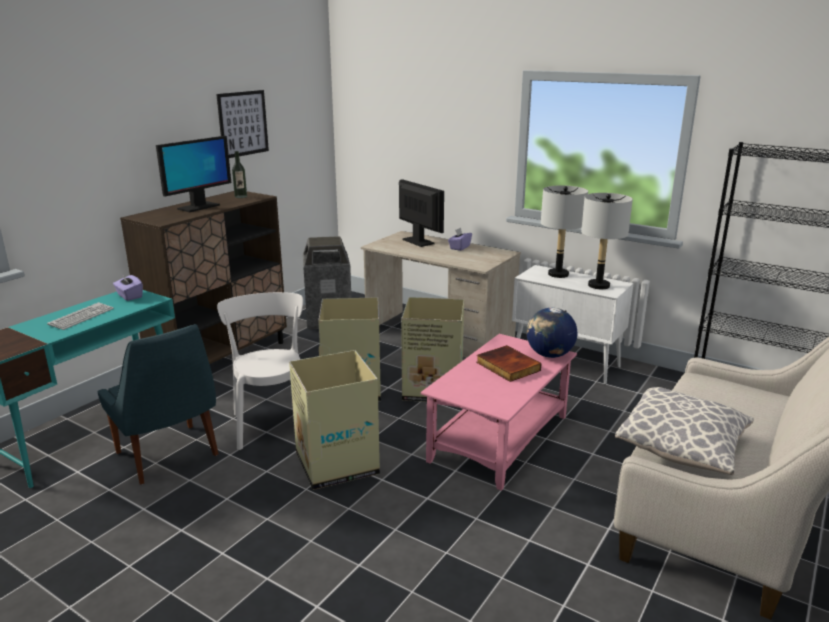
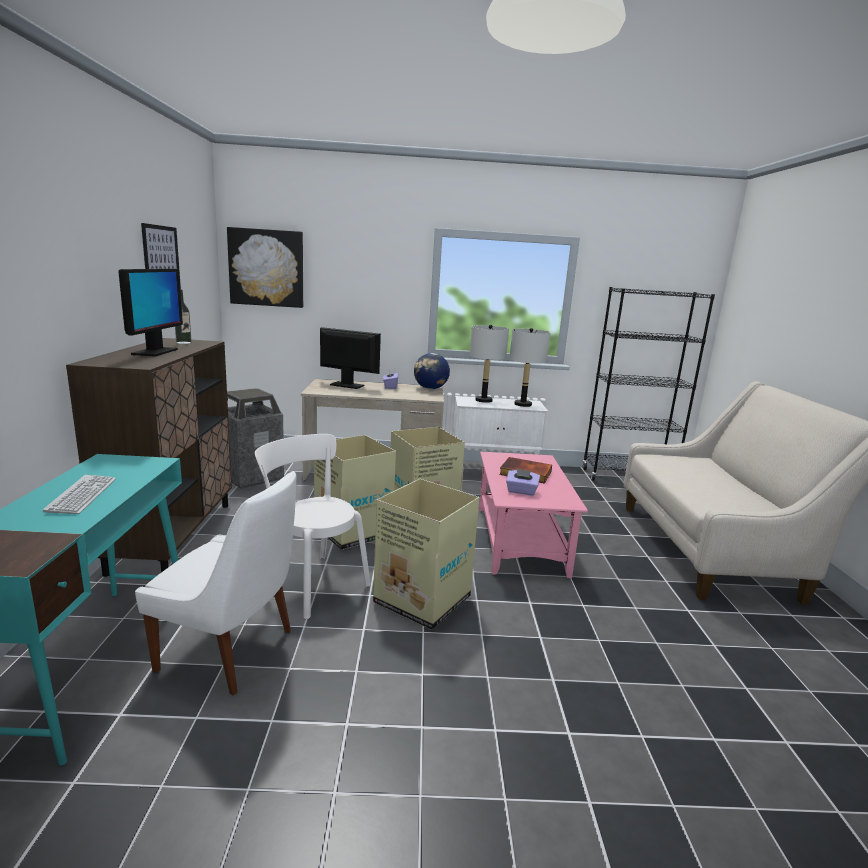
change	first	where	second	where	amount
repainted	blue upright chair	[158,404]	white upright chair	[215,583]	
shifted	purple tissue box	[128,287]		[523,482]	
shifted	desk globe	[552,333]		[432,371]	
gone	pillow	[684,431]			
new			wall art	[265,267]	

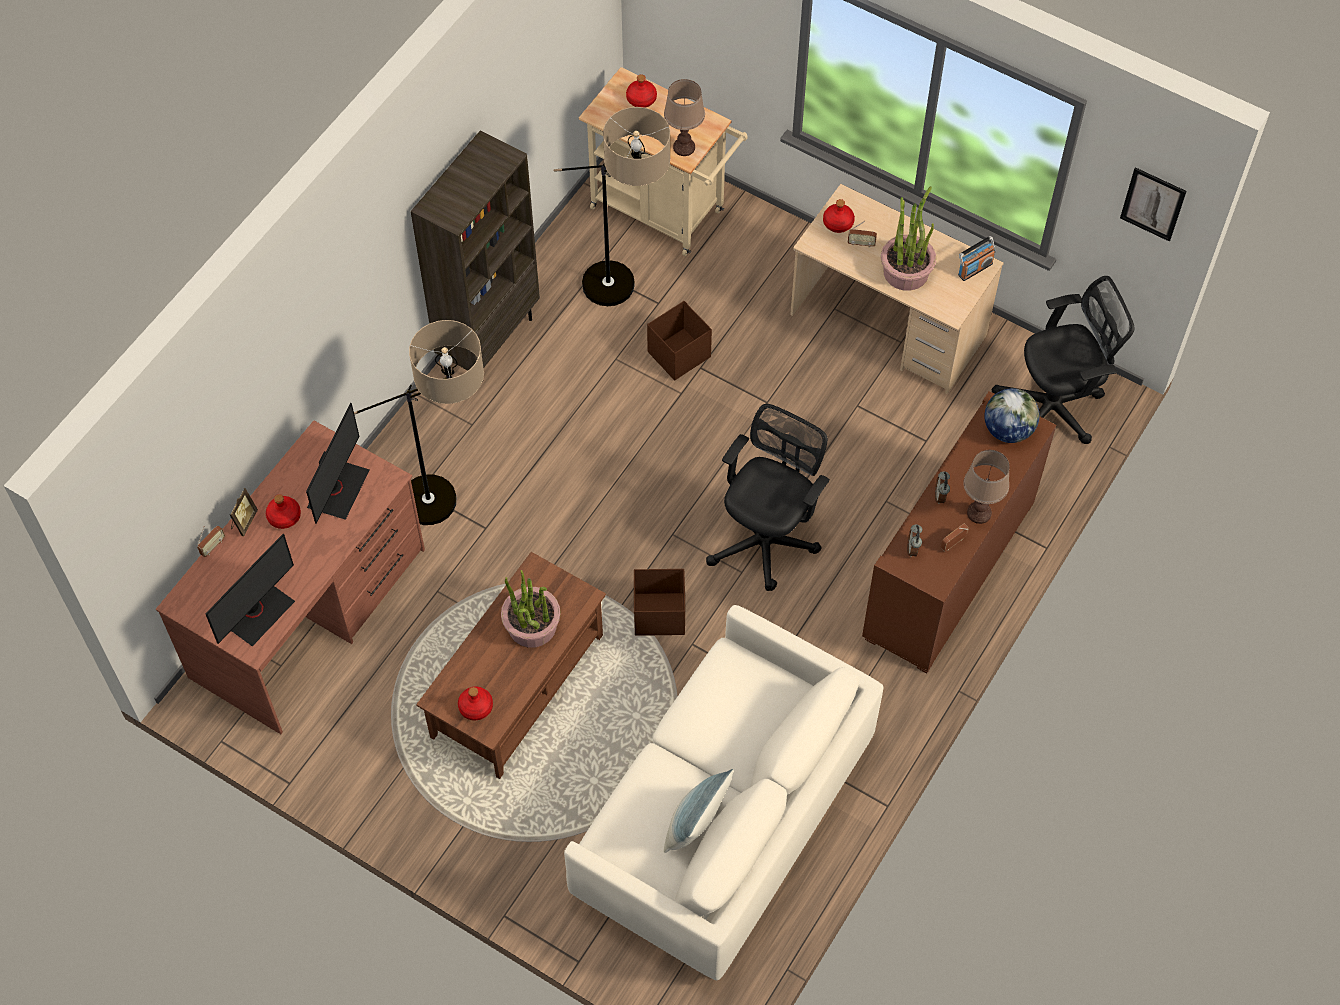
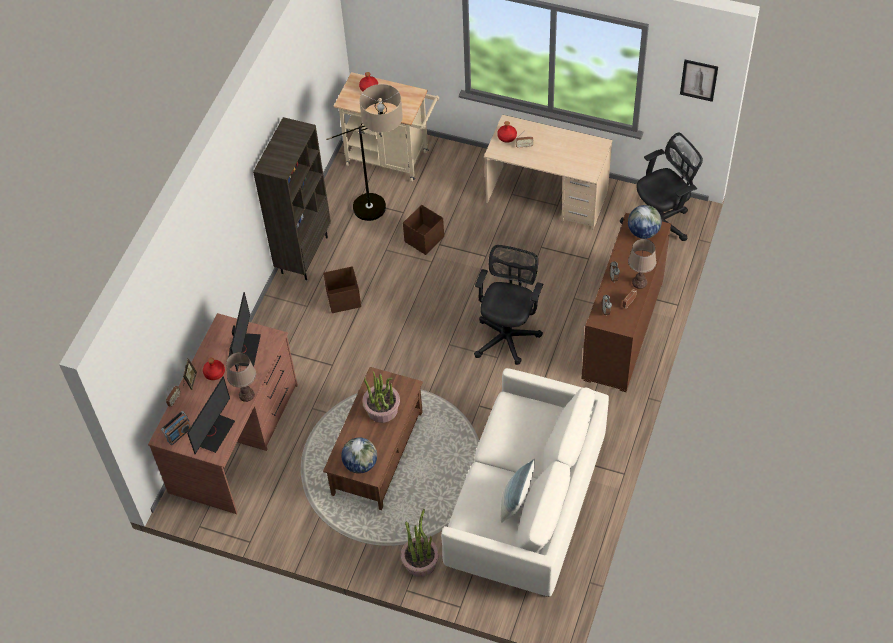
change	first	where	second	where	amount
gone	floor lamp	[419,422]			
swapped	red-coloured bottle	[475,703]	desk globe	[359,456]	
shifted	brownish storage box	[659,602]		[342,289]	
shifted	brownish lamp for a table	[684,117]		[241,377]	
shifted	houseplant	[908,238]		[420,543]	
shifted	radio set	[976,258]		[176,428]	

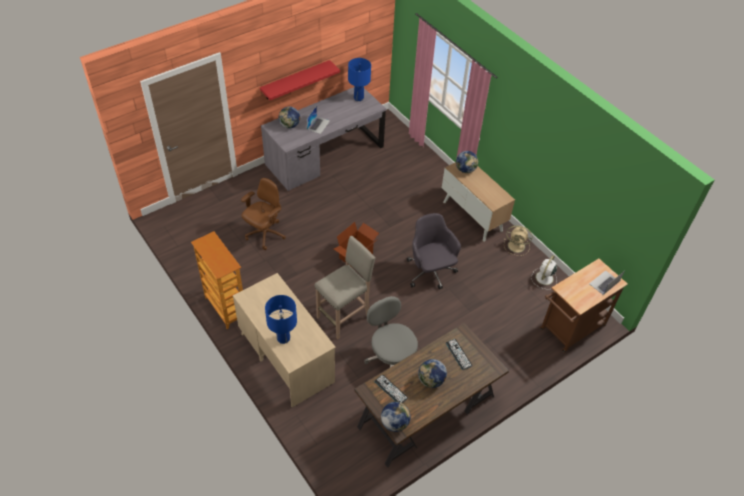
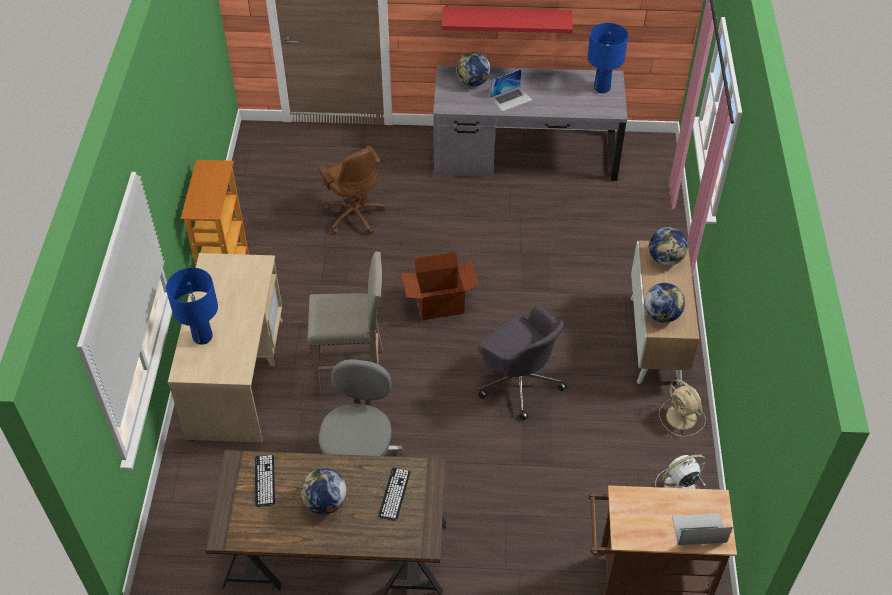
change	first	where	second	where	amount
rotated	brownish computer chair	[263,214]		[351,190]	75 degrees clockwise
shifted	desk globe	[396,417]		[664,303]	
rotated	grey computer chair	[434,251]		[522,362]	120 degrees clockwise

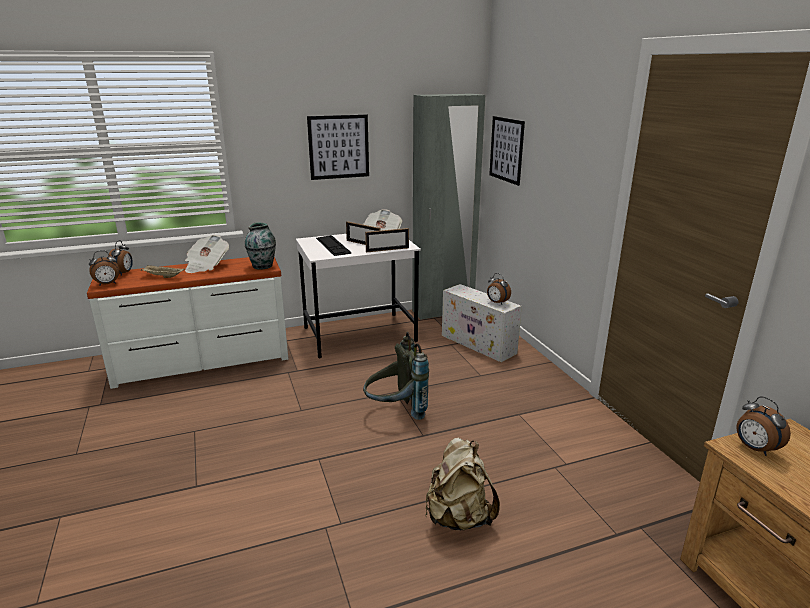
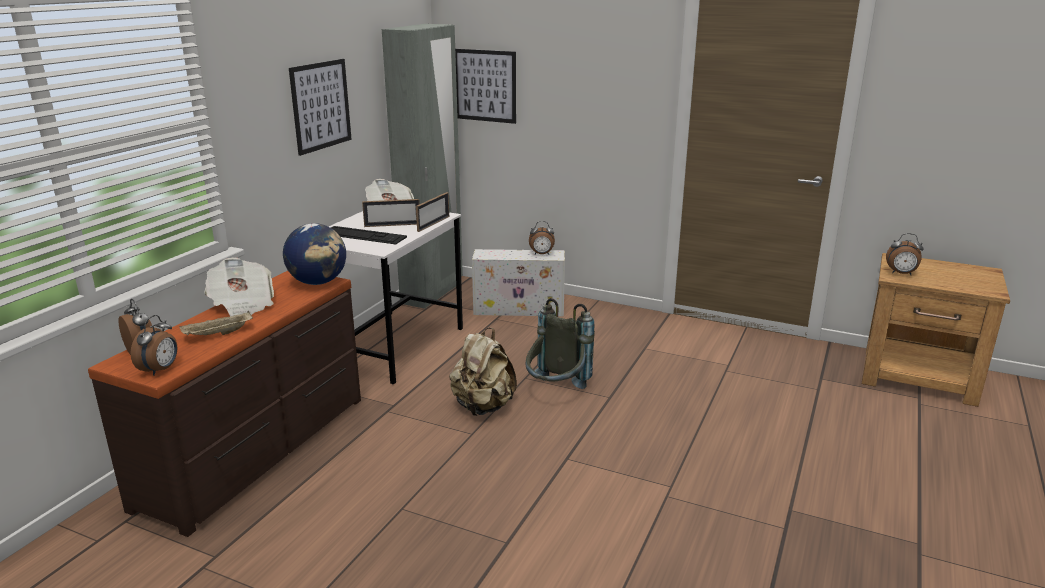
change	first	where	second	where	amount
repainted	white drawer chest	[187,323]	brownish drawer chest	[224,404]	
swapped	decorative vase	[260,246]	desk globe	[314,254]	
shifted	beige rucksack	[463,484]		[483,372]	

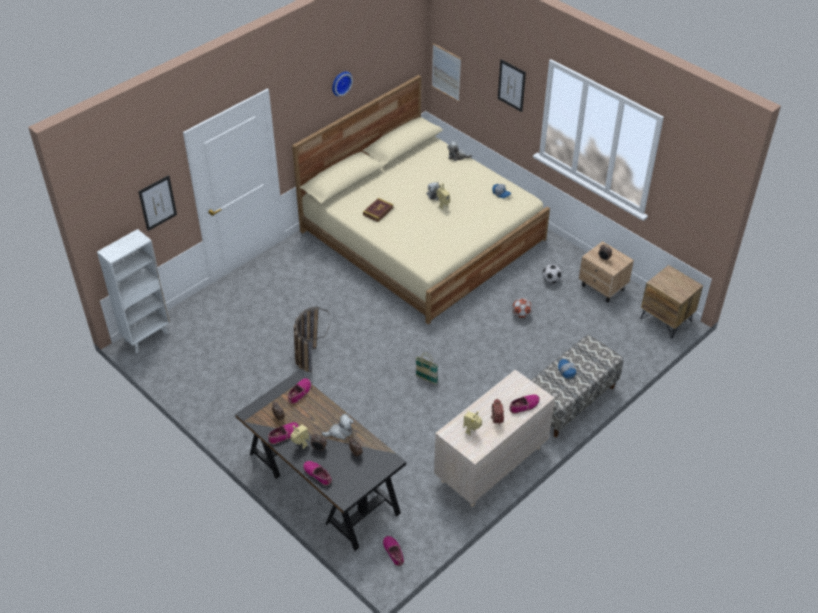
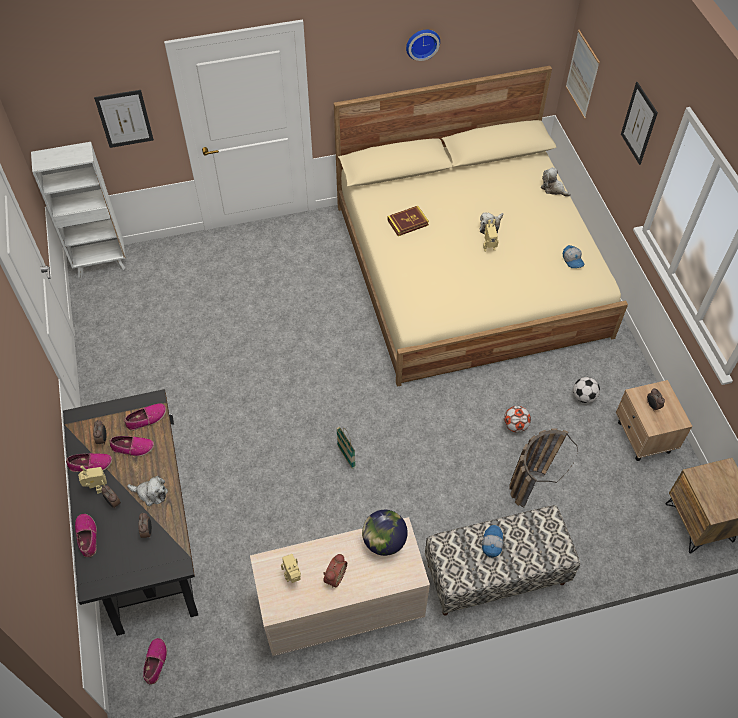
change	first	where	second	where	amount
shifted	basket	[312,339]		[543,468]	
shifted	shoe	[524,404]		[131,446]	
new			desk globe	[385,533]	

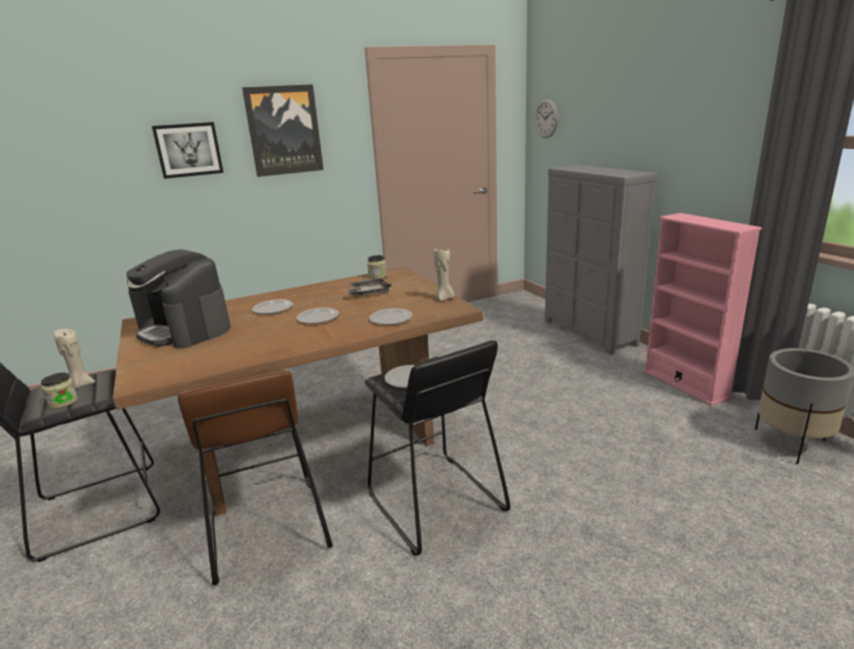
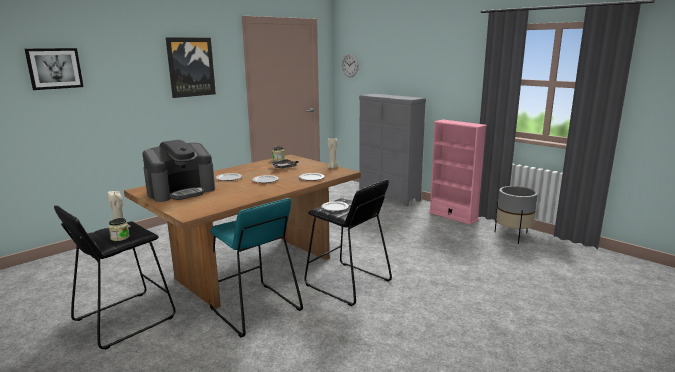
change	first	where	second	where	amount
rotated	coffee maker	[178,299]		[178,171]	60 degrees counterclockwise
shifted	wall art	[188,150]		[54,69]	
repainted	brownish stool	[255,477]	blue-green stool	[256,268]	

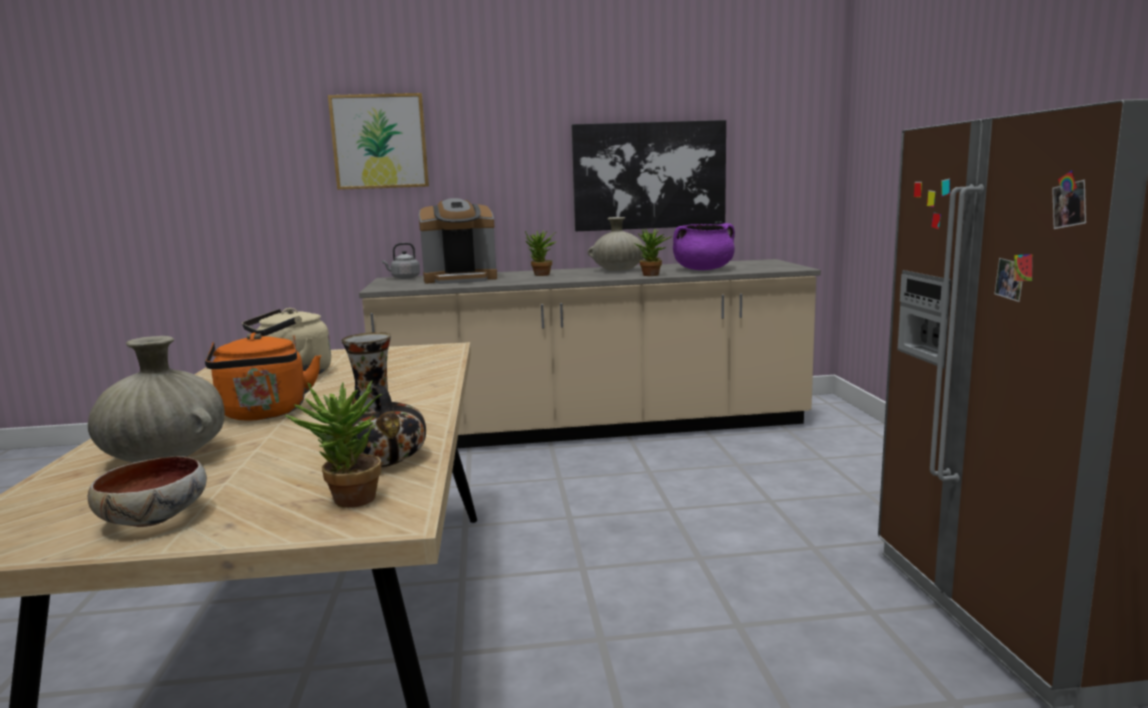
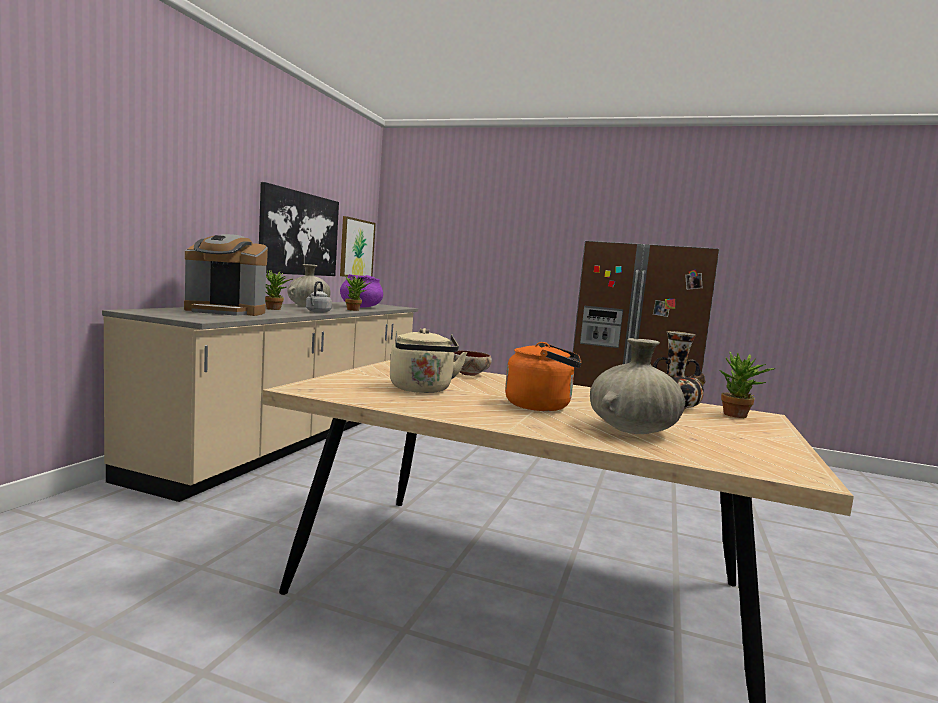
change	first	where	second	where	amount
shifted	bowl	[147,491]		[472,363]	
shifted	wall art	[378,141]		[358,246]	
shifted	grey kettle	[401,261]		[319,297]	
rotated	coffee maker	[458,241]		[226,275]	75 degrees clockwise

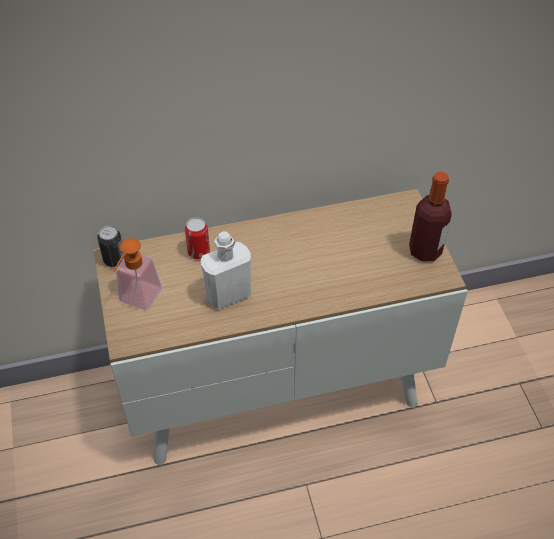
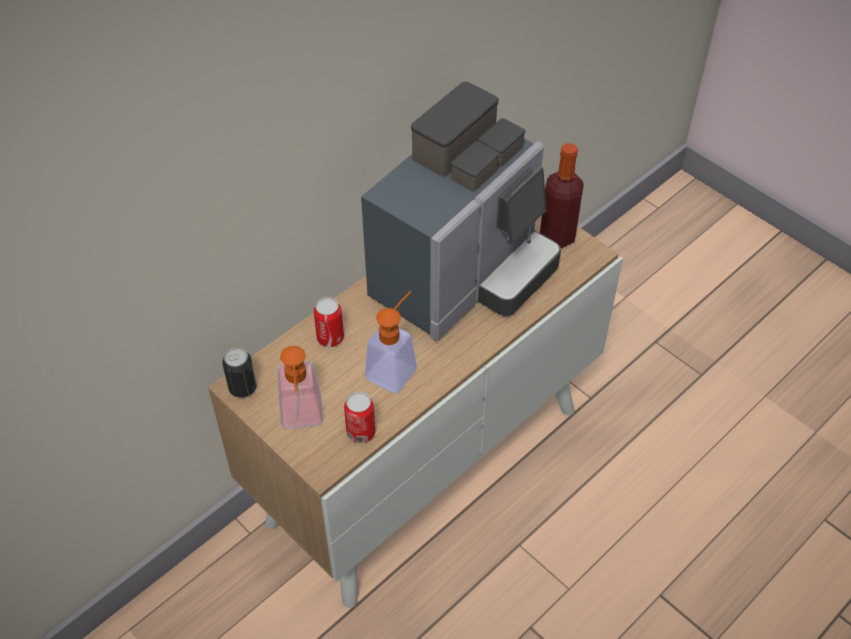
change	first	where	second	where	amount
swapped	white bottle	[226,270]	liquid soap bottle	[391,342]	
new			sealed can	[360,417]	
new			coffee maker	[461,211]	

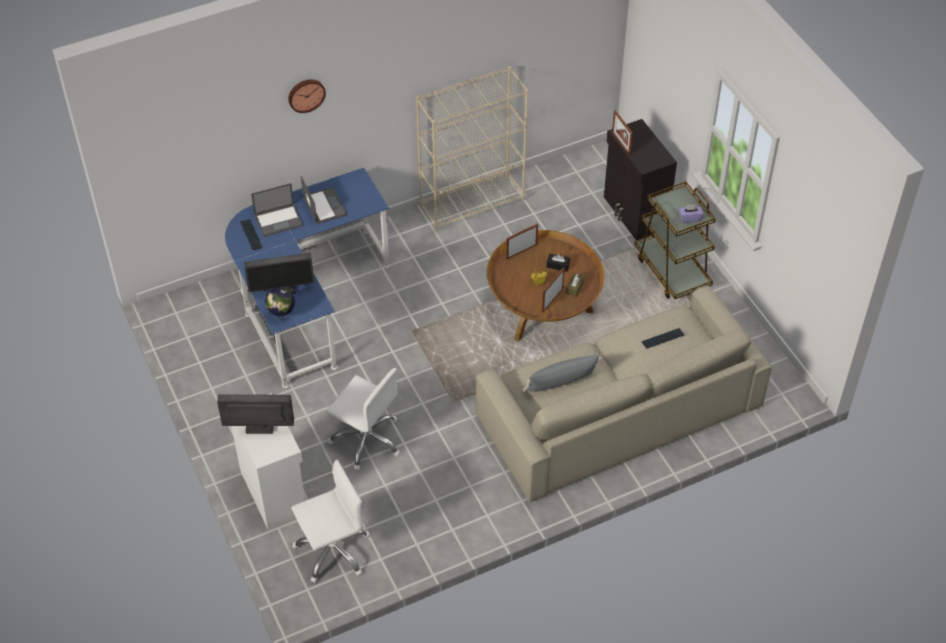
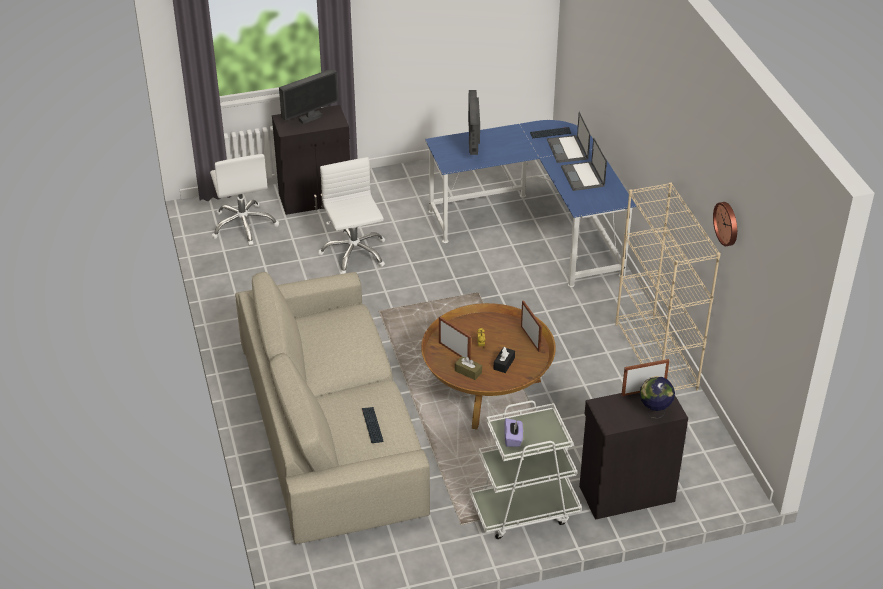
change	first	where	second	where	amount
rotated	computer display	[255,414]		[308,96]	45 degrees clockwise
repainted	white cupboard	[268,462]	black-coloured cupboard	[311,160]	
shifted	desk globe	[280,304]		[657,397]	
shifted	wall clock	[307,96]		[725,224]	
rotated	laptop	[324,200]		[584,164]	90 degrees clockwise
rotated	white computer chair	[363,419]		[351,215]	120 degrees clockwise
gone	grey pillow	[562,374]			
repainted	brownish cart	[675,240]	white cart	[525,470]	

